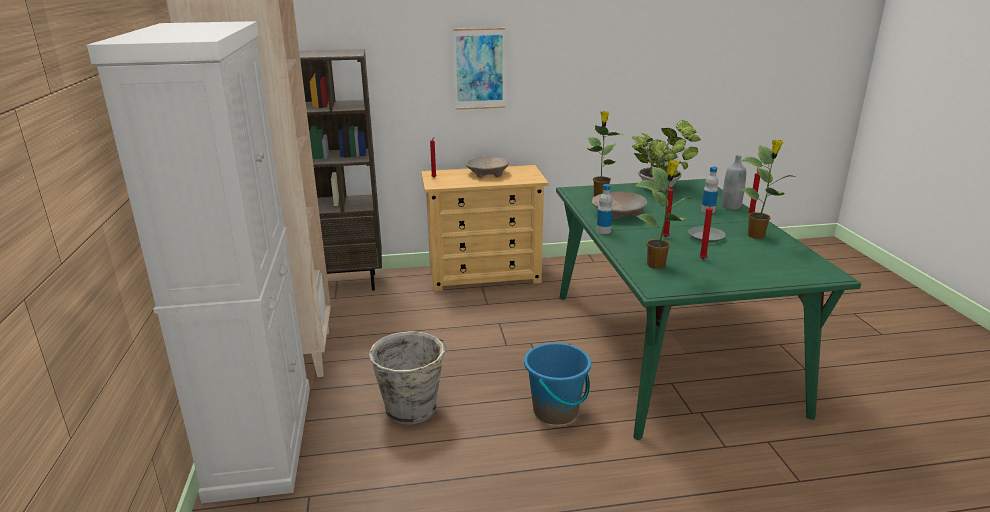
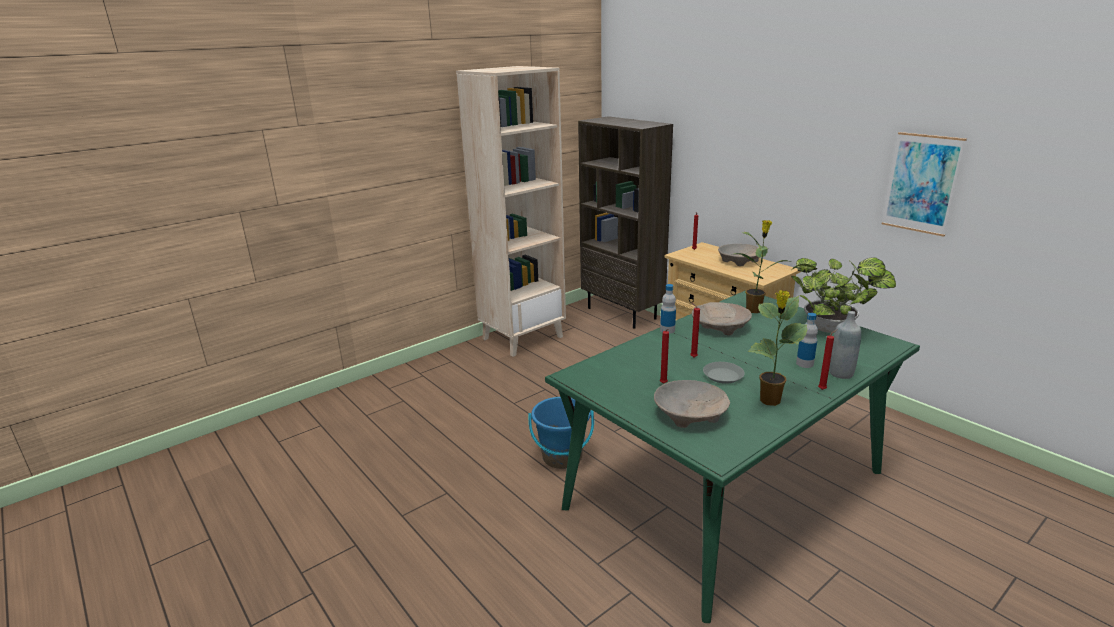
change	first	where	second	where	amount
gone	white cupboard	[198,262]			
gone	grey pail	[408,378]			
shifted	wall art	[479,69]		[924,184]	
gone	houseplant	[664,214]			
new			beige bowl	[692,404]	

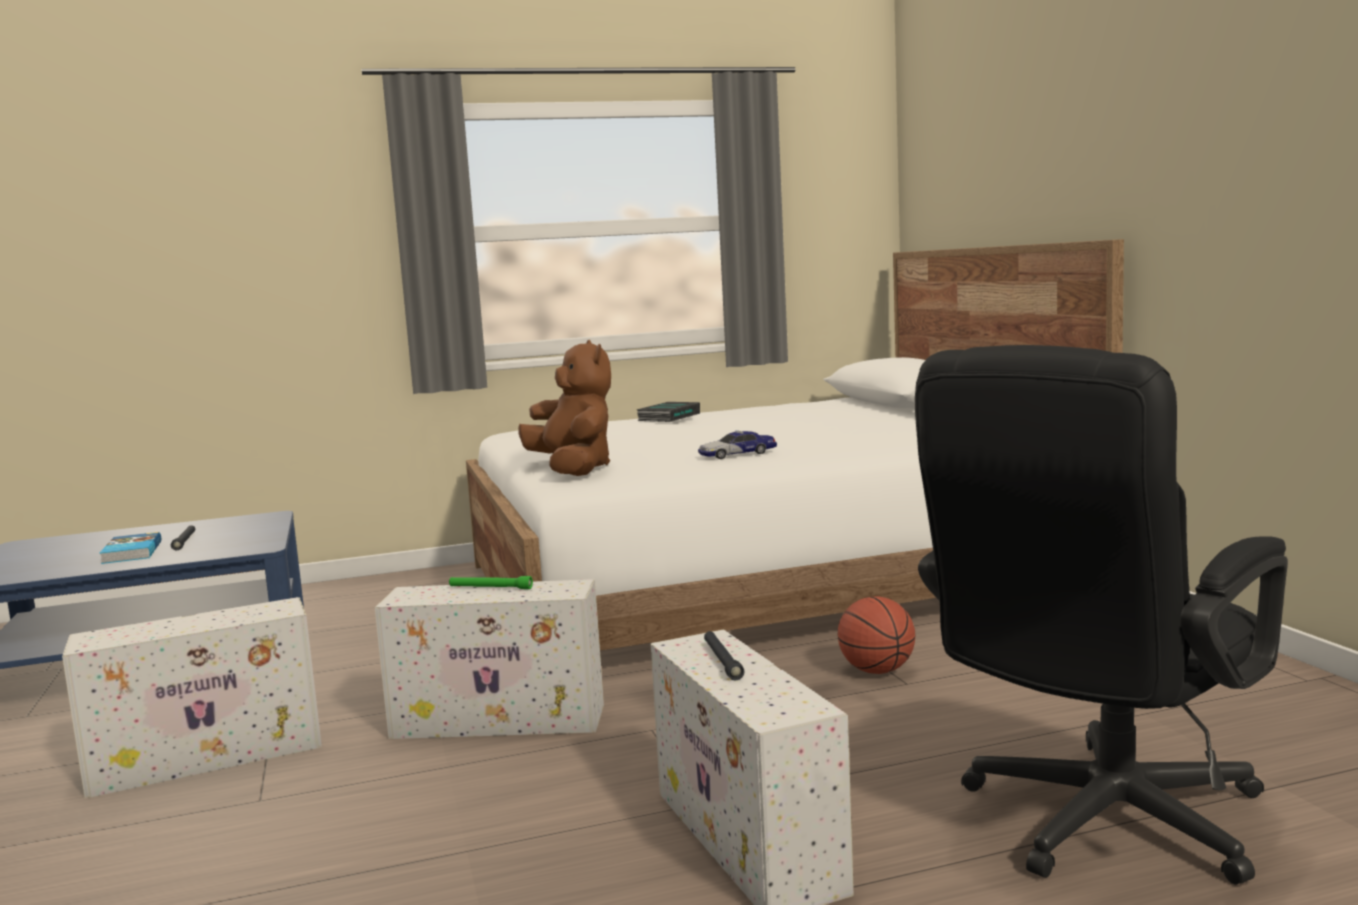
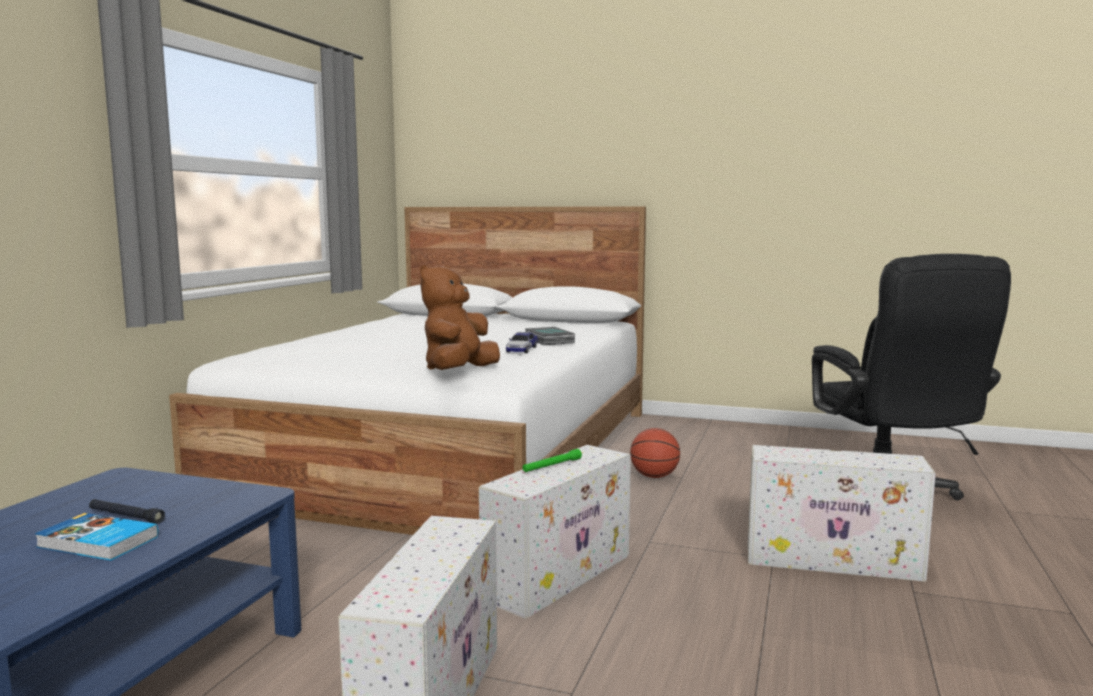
change	first	where	second	where	amount
rotated	brownish plush toy	[564,408]		[460,317]	75 degrees counterclockwise
shifted	book	[668,412]		[550,336]	
gone	black-coloured flashlight	[724,655]			

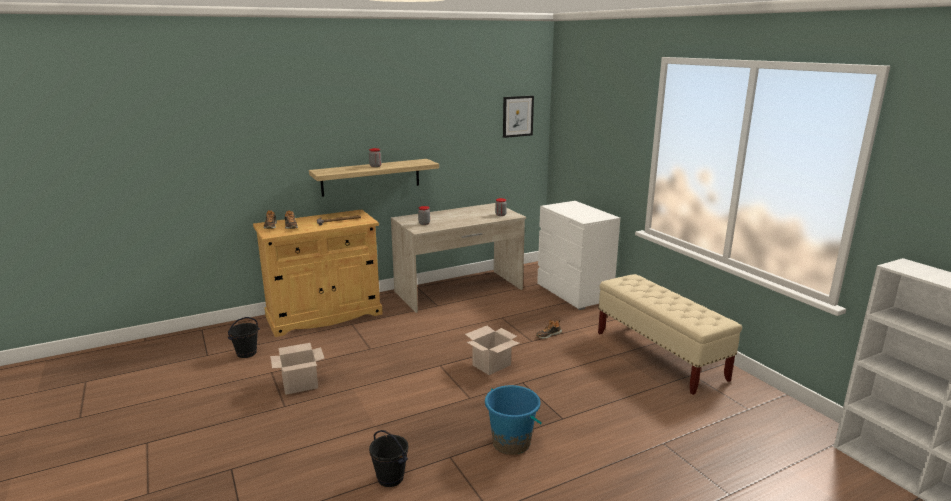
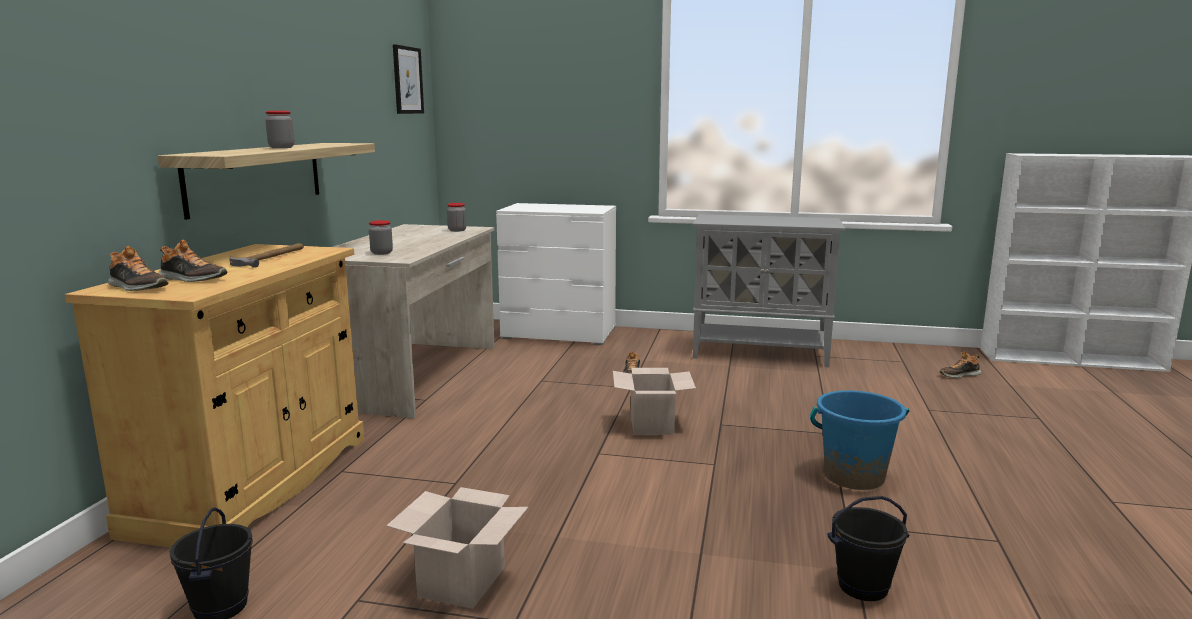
change	first	where	second	where	amount
swapped	beige indoor bench	[670,334]	grey cupboard	[769,290]	
new			shoe	[961,365]	

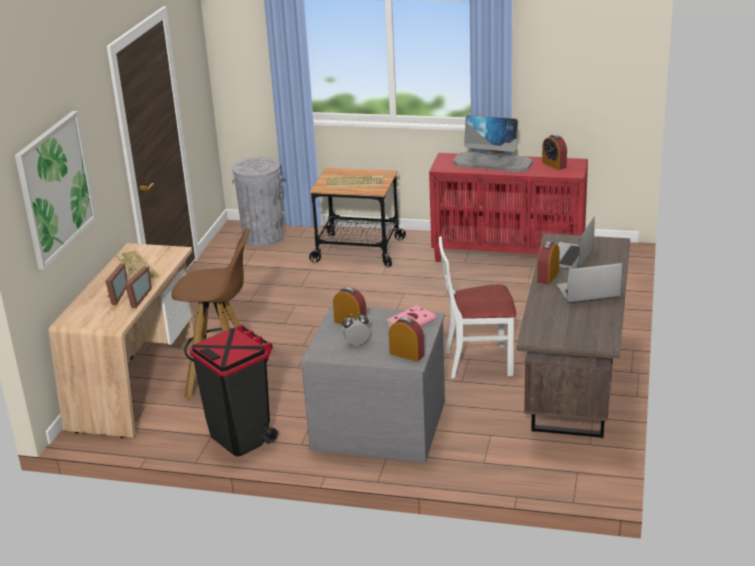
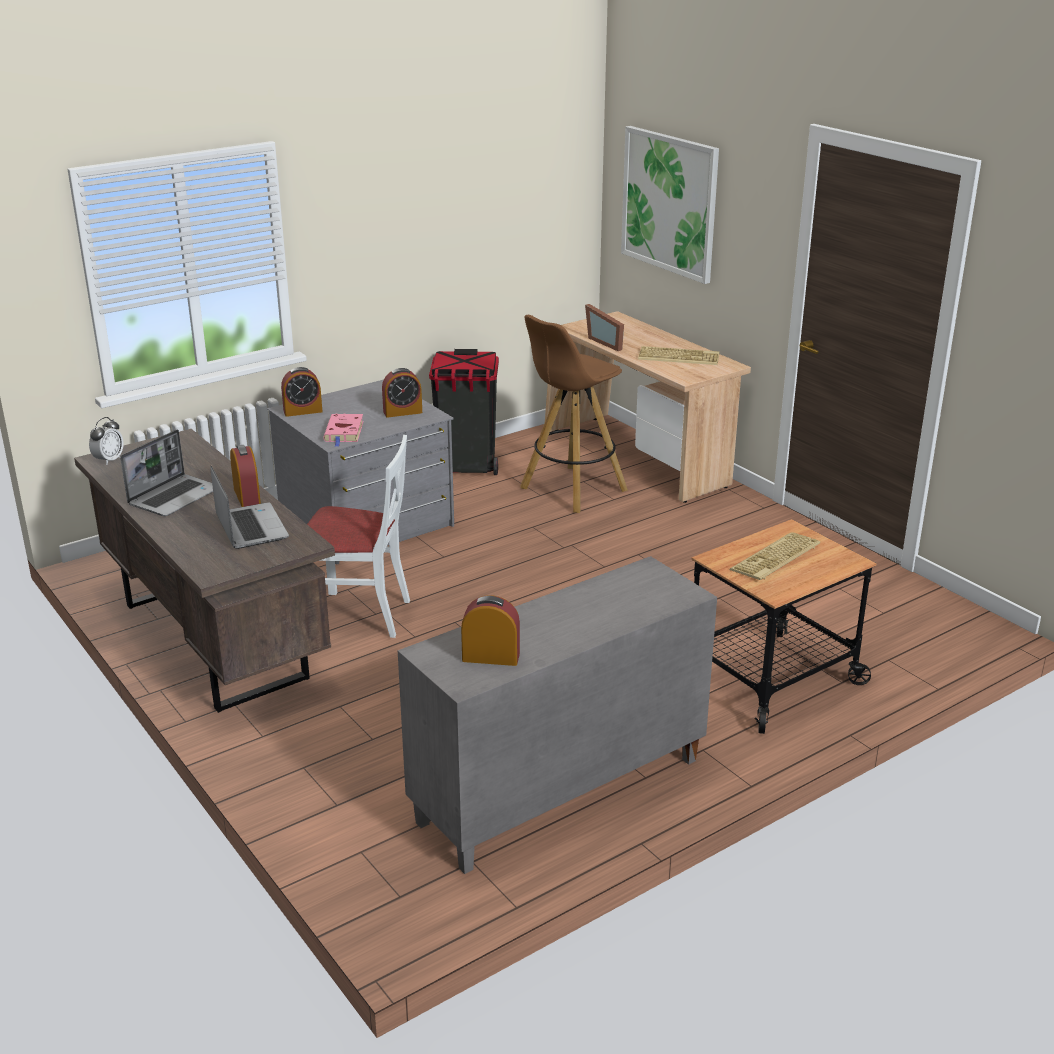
change	first	where	second	where	amount
gone	picture frame	[116,284]			
gone	grey rubbish bin	[258,201]			
shifted	bedside clock	[356,329]		[106,441]	
repainted	red-coloured cupboard	[508,207]	grey cupboard	[557,715]	
rotated	white upright chair	[477,307]		[358,536]	60 degrees clockwise
gone	computer display	[493,143]			

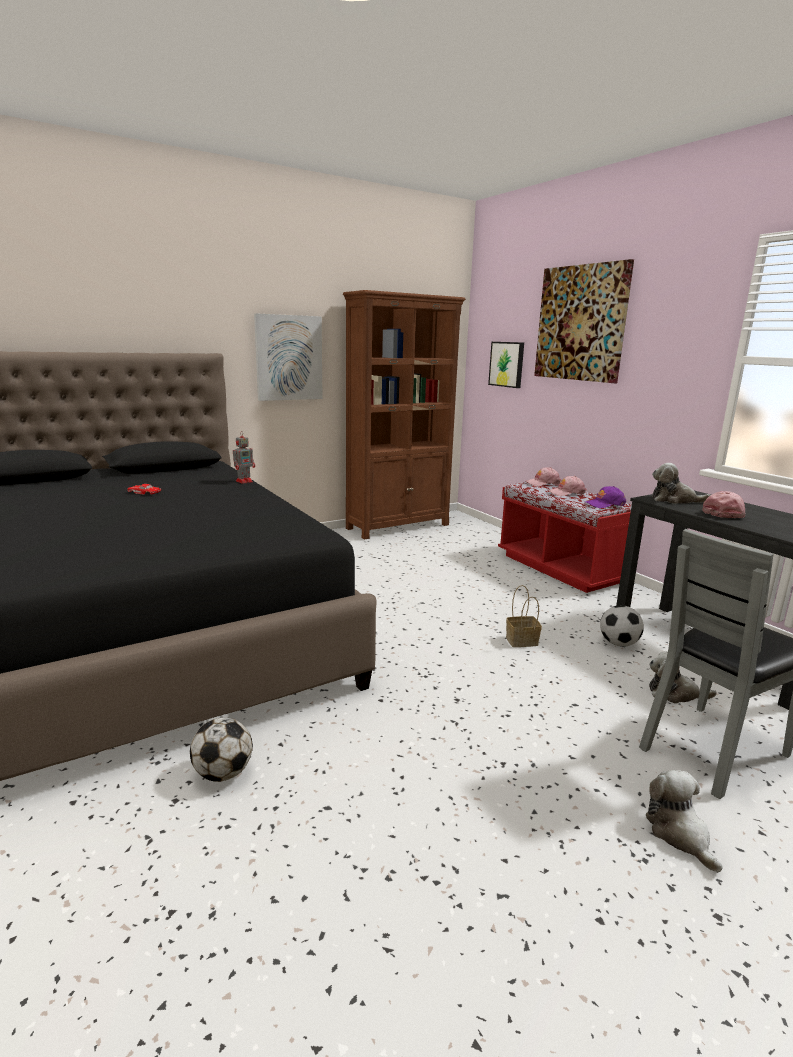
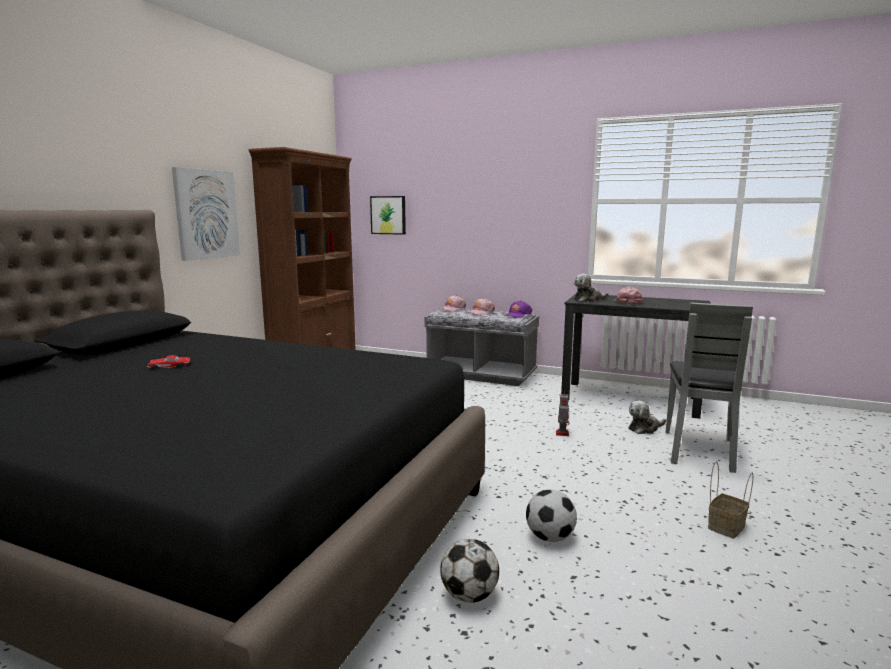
change	first	where	second	where	amount
shifted	model robot	[244,458]		[562,413]	
repainted	red-coloured indoor bench	[565,537]	grey indoor bench	[482,347]	
shifted	basket	[524,616]		[730,500]	
gone	wall art	[584,321]			
shifted	ball for football	[622,626]		[551,515]	
gone	plush toy	[684,821]			

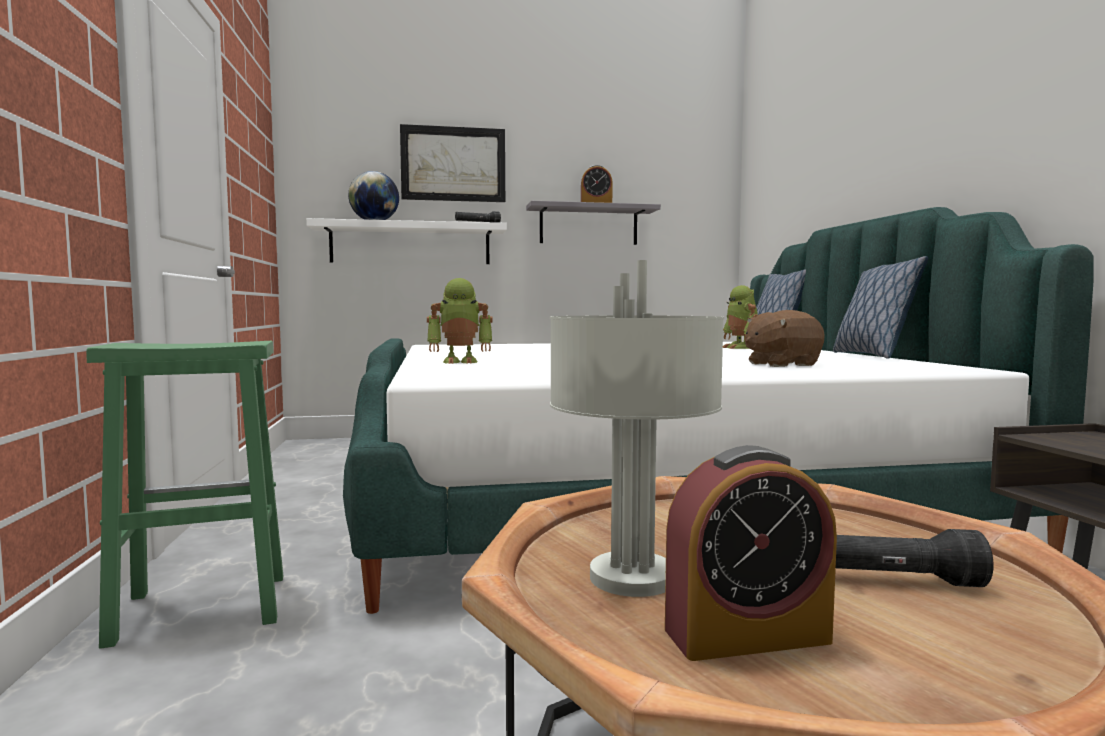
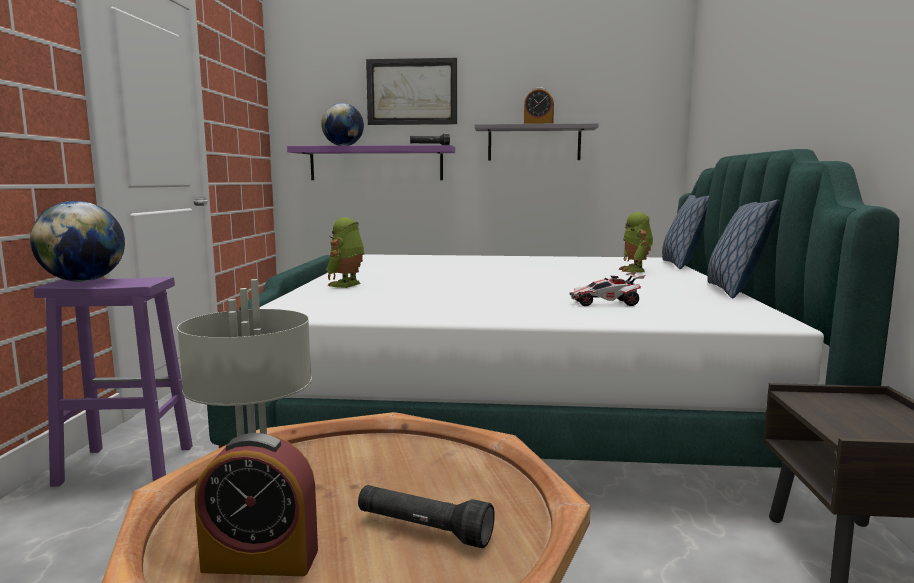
change	first	where	second	where	amount
repainted	green-coloured stool	[185,495]	purple stool	[113,382]	
repainted	white wall shelf	[406,241]	purple wall shelf	[371,162]	
rotated	model robot	[460,321]		[345,252]	105 degrees clockwise
swapped	brownish plush toy	[785,338]	miniature car	[607,288]	
new			desk globe	[77,241]	

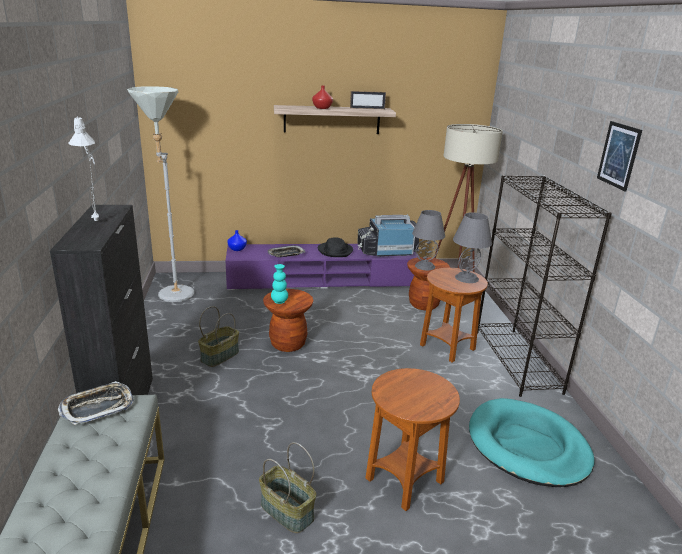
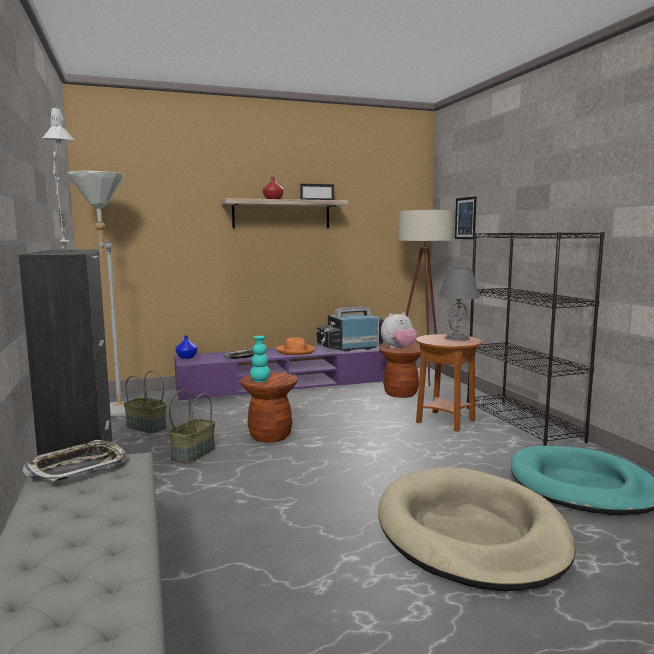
change	first	where	second	where	amount
shifted	basket	[287,487]		[145,401]	
repainted	black-coloured wearable hat	[335,247]	orange-coloured wearable hat	[295,346]	
swapped	brownish side table	[412,439]	beige dog cushion	[477,529]	
swapped	grey lamp for a table	[428,240]	plush toy	[399,330]	
shifted	wall art	[619,156]		[466,217]	

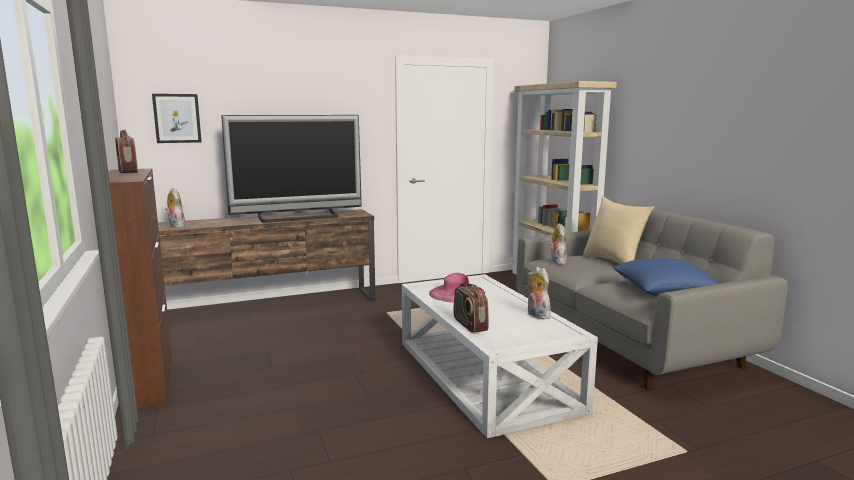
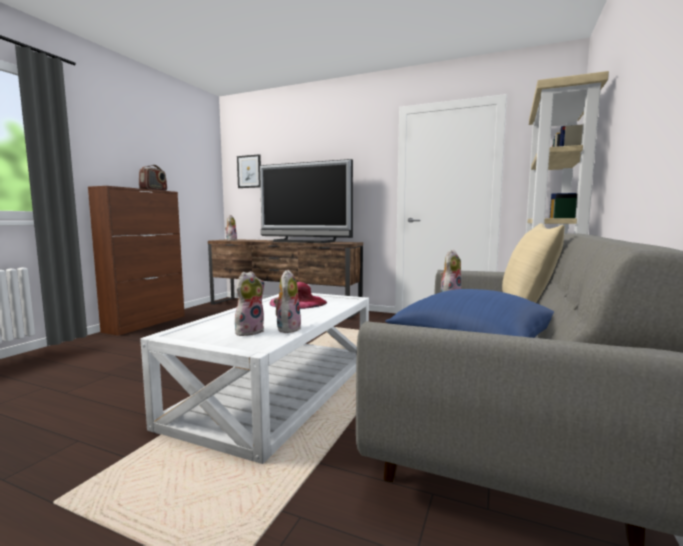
change	first	where	second	where	amount
gone	radio set	[471,308]			
new			plush toy	[250,303]	

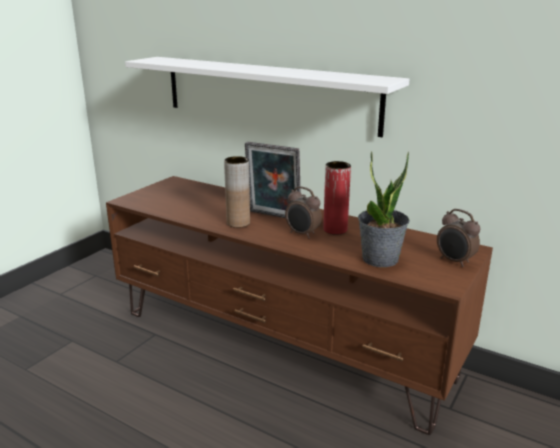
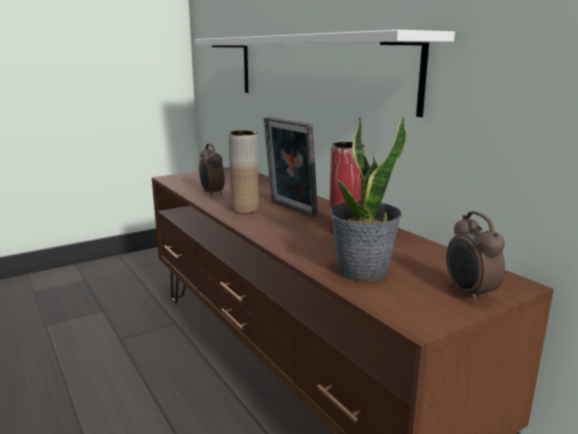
change	first	where	second	where	amount
shifted	bedside clock	[303,212]		[212,170]	

